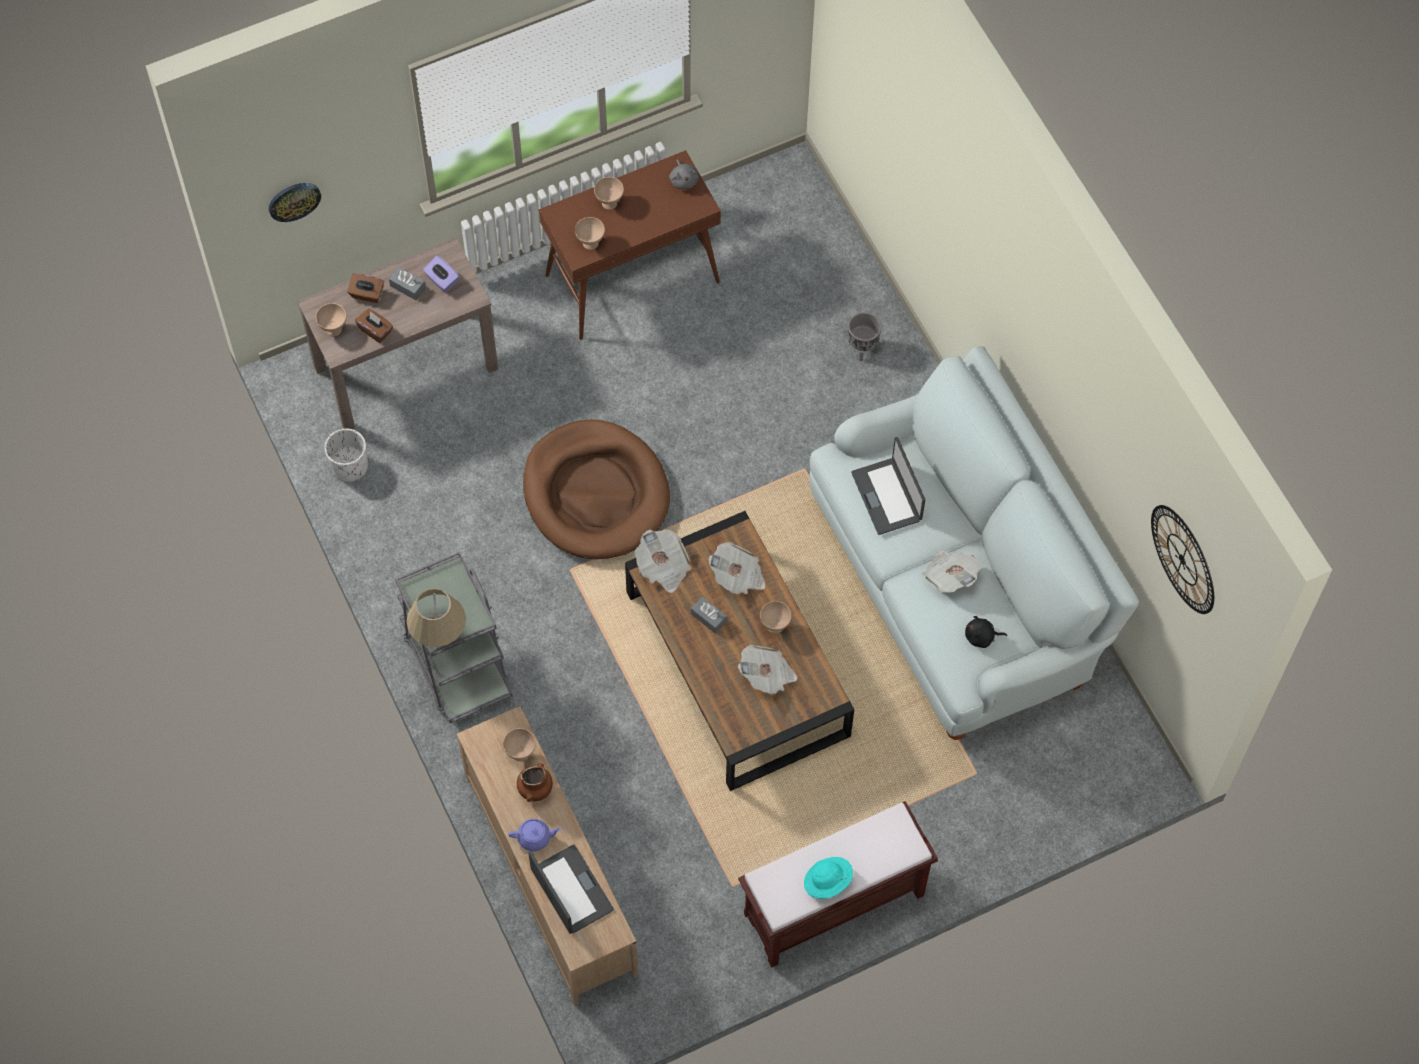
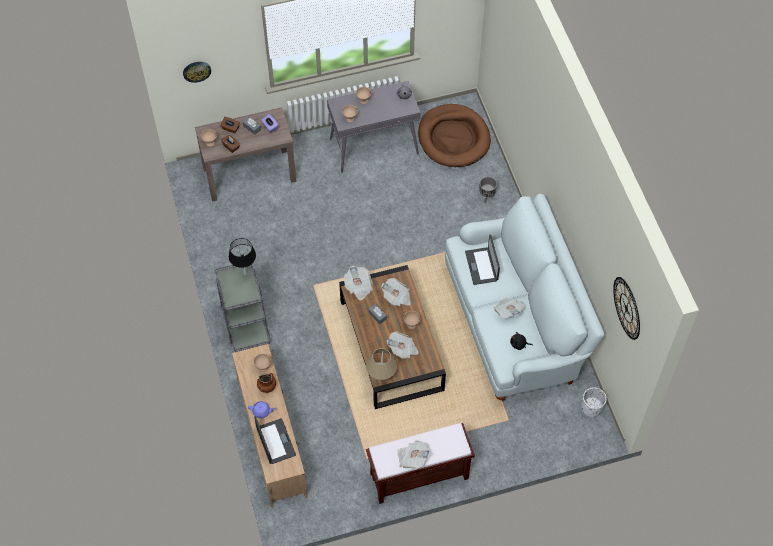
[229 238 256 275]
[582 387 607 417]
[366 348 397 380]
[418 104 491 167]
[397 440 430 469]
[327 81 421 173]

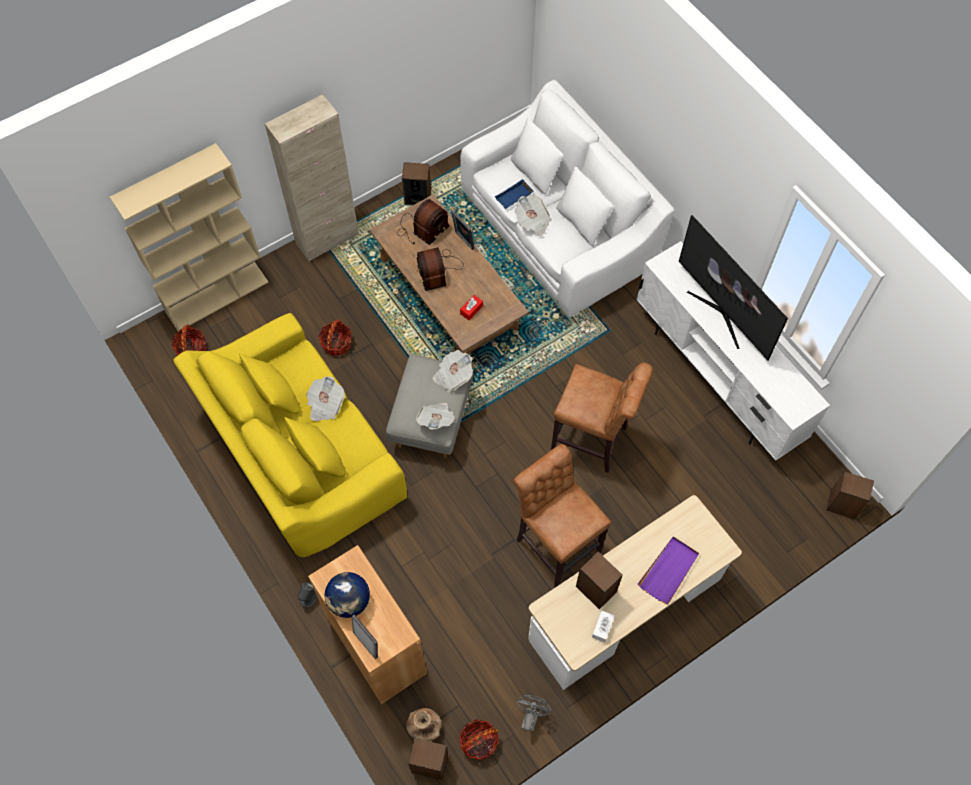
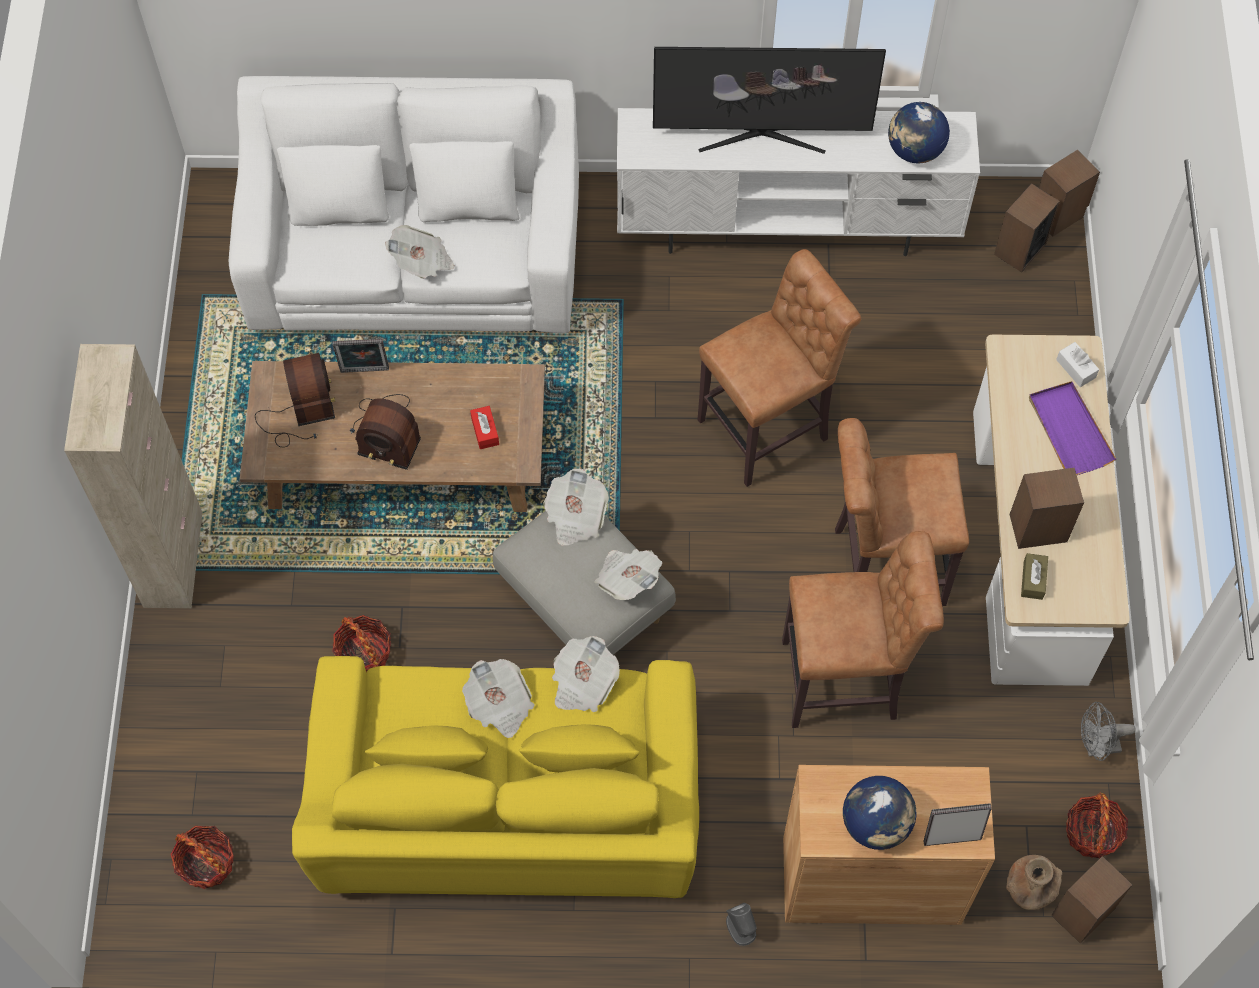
[110 143 269 332] (first image)
[495 179 534 209] (first image)
[552 636 620 712]
[782 531 944 728]
[888 102 950 163]
[1021 553 1048 600]
[994 183 1060 272]
[1056 342 1099 387]
[1081 702 1136 761]

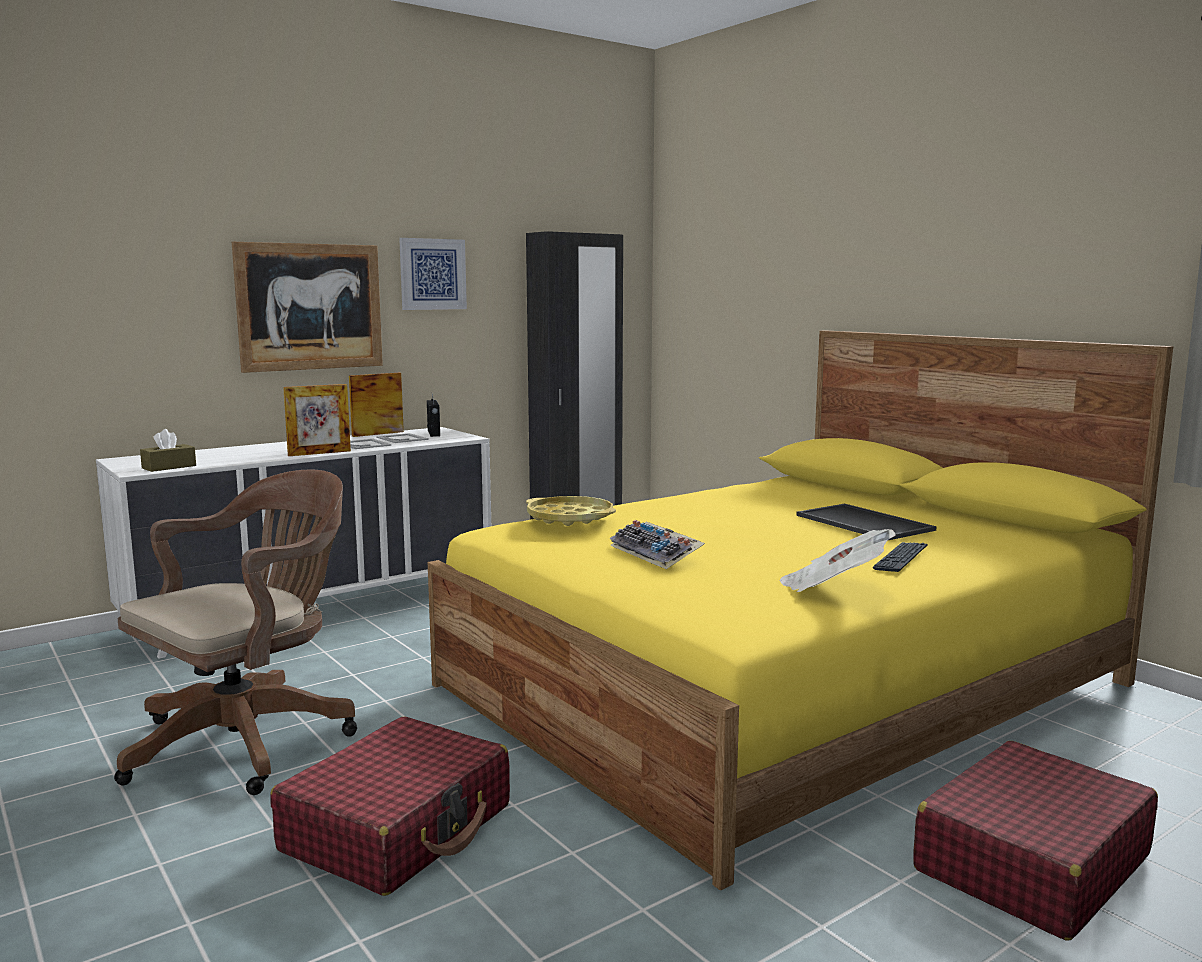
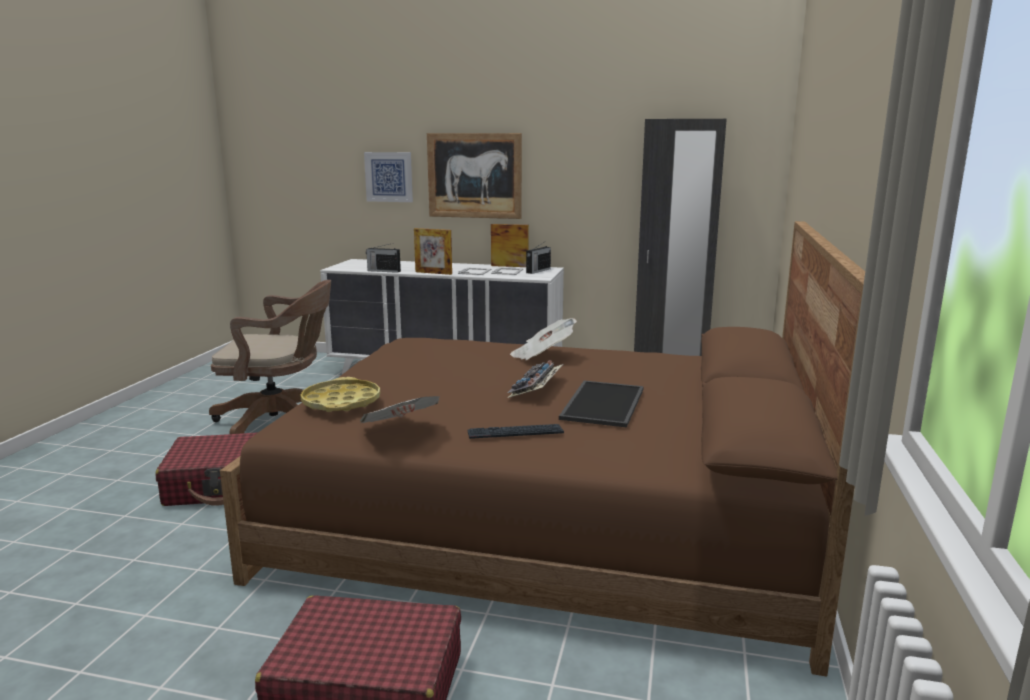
[140 429 196 472] (first image)
[366 243 401 273]
[510 318 577 360]
[364 152 413 202]
[300 377 380 412]
[508 360 563 398]
[220 221 865 676]

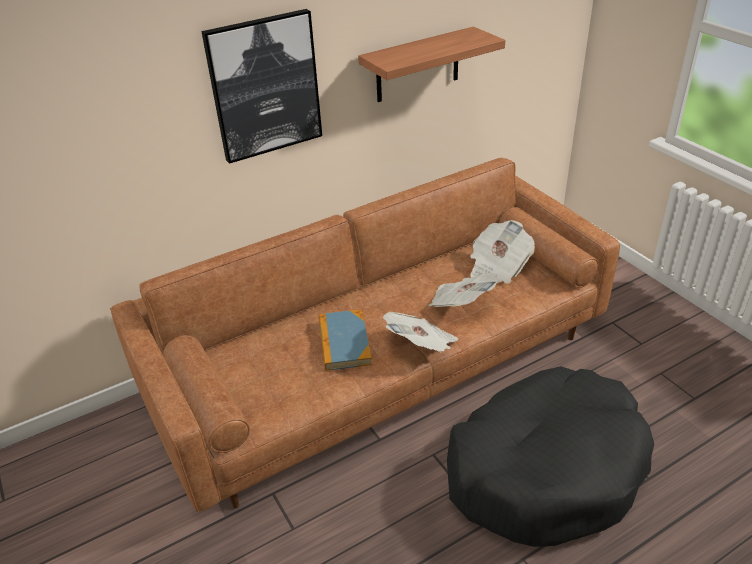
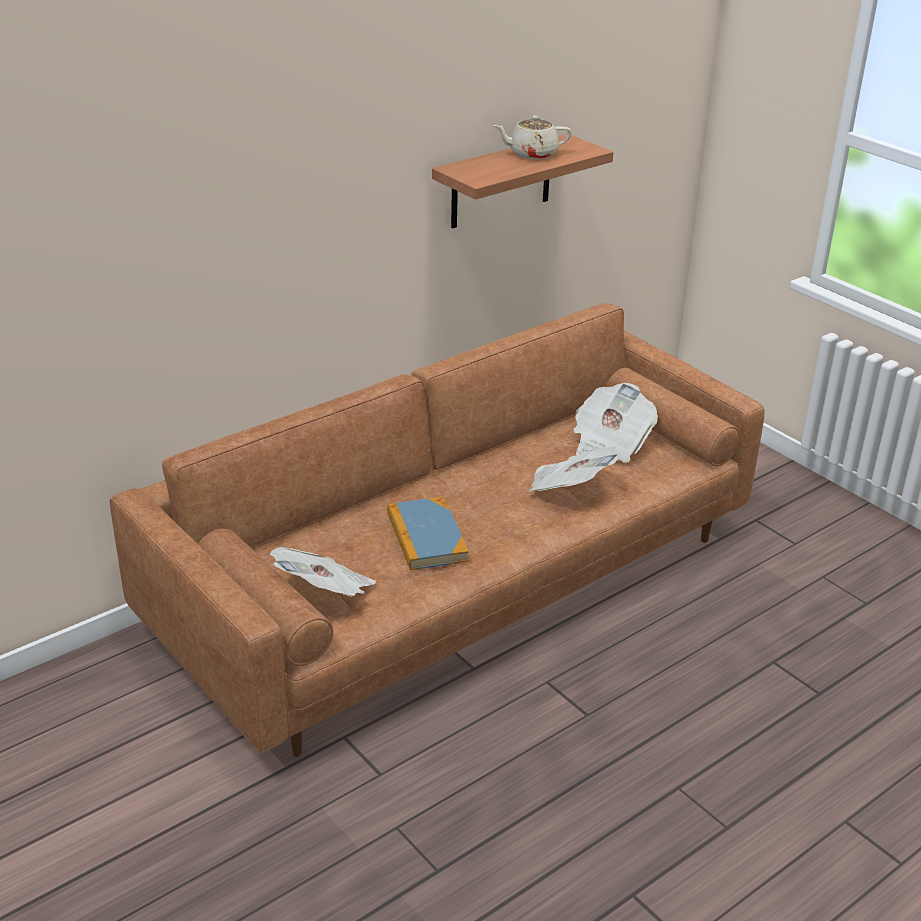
[201 9 322 164] (first image)
[447 366 654 547] (first image)
[493 116 571 159]
[270 547 376 597]

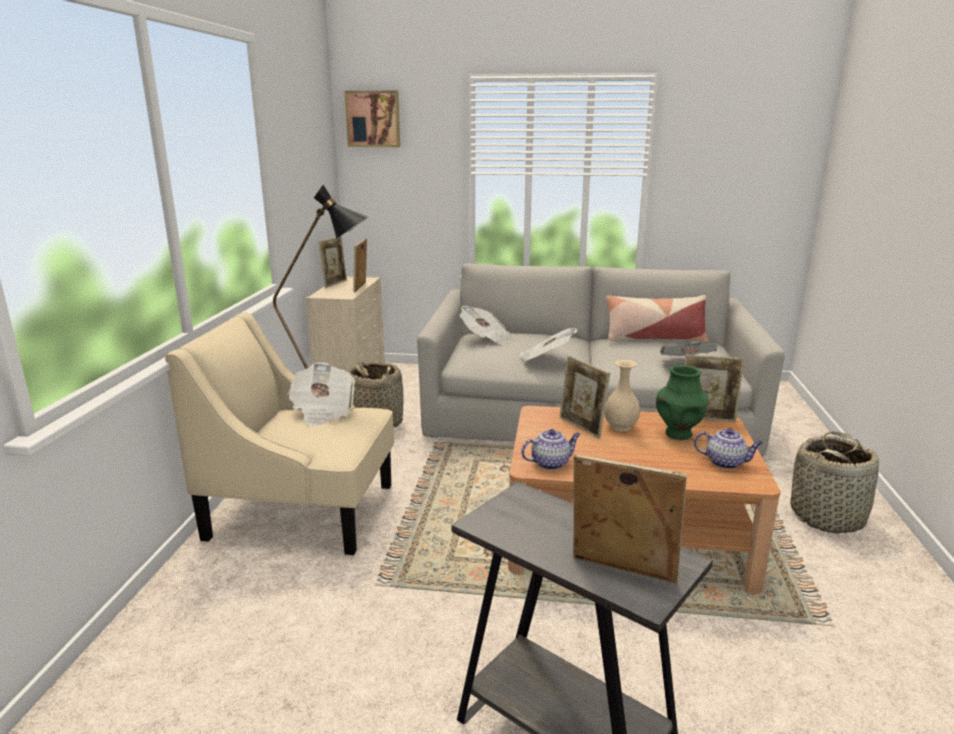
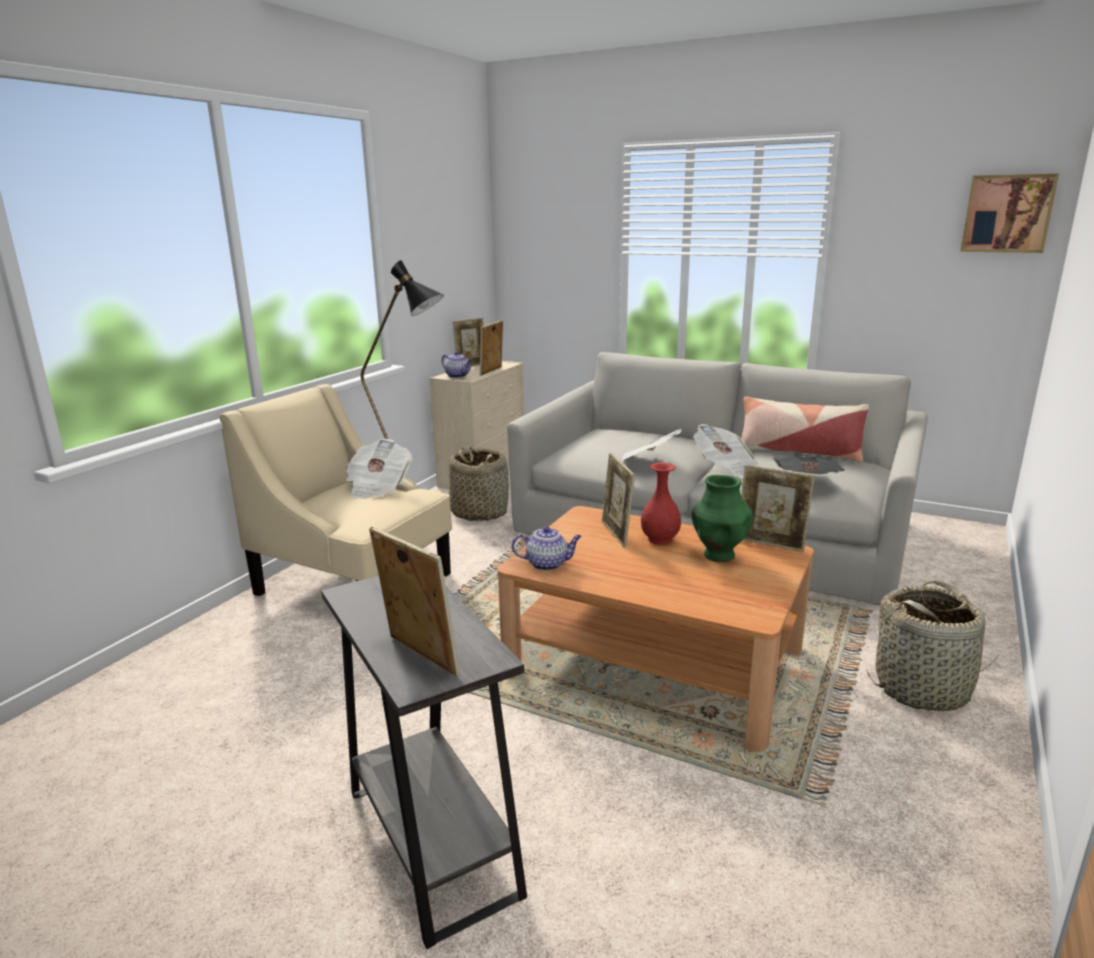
[960 174 1059 253]
[693 424 758 477]
[441 351 472 378]
[641 463 681 545]

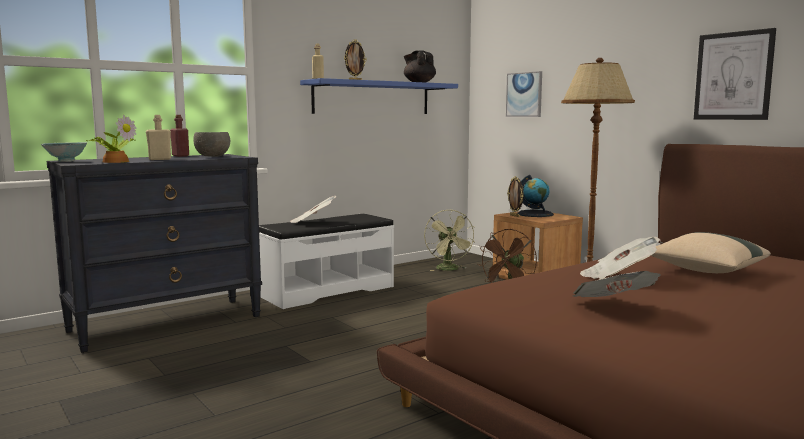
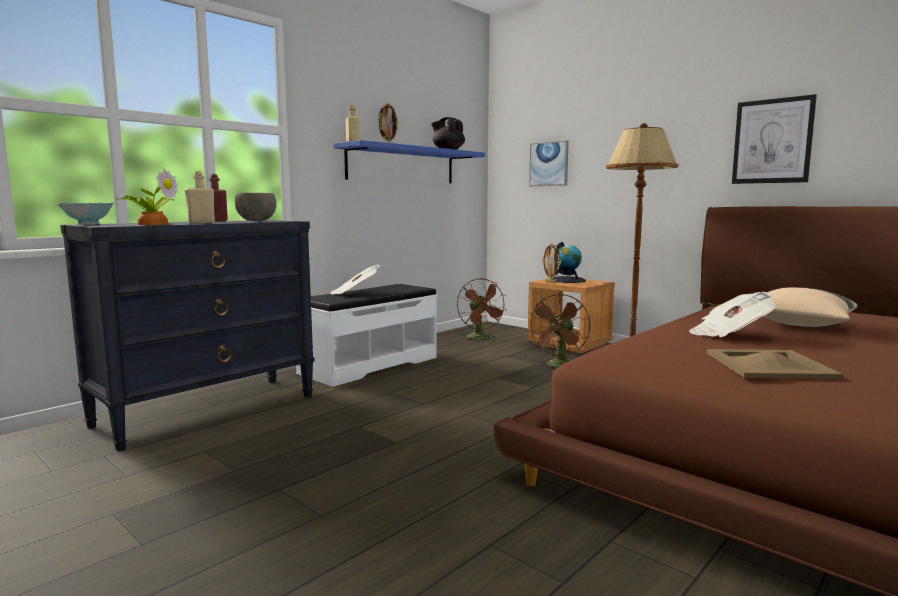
[707 349 843 379]
[457 278 507 341]

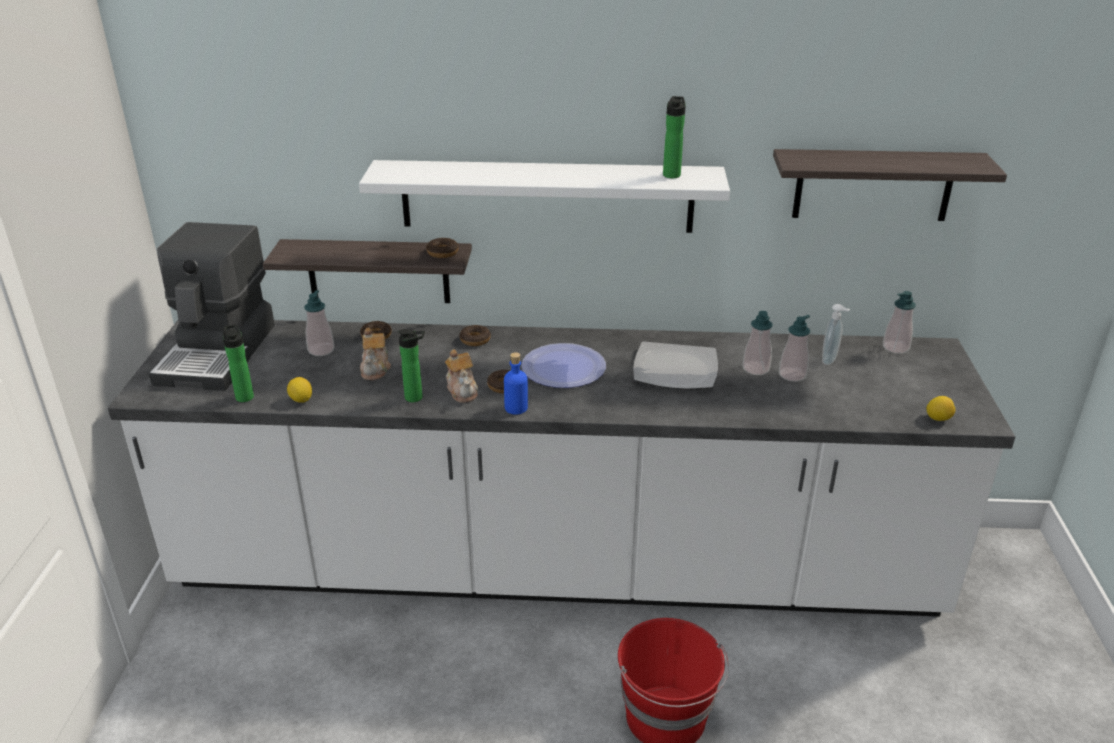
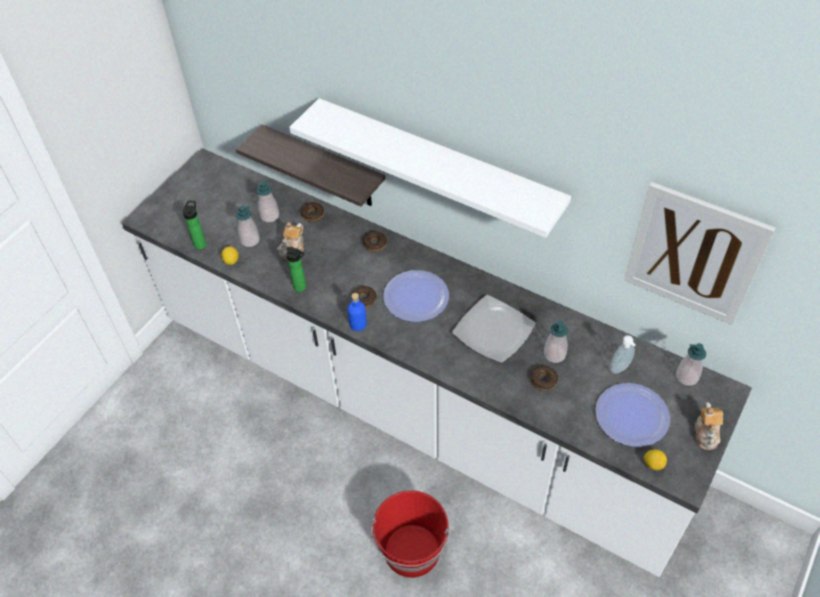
[149 222 275 391] (first image)
[663 96 686 178] (first image)
[595 383 670 447]
[530 366 558 390]
[695 402 723 450]
[236 206 260 247]
[624 182 776 325]

